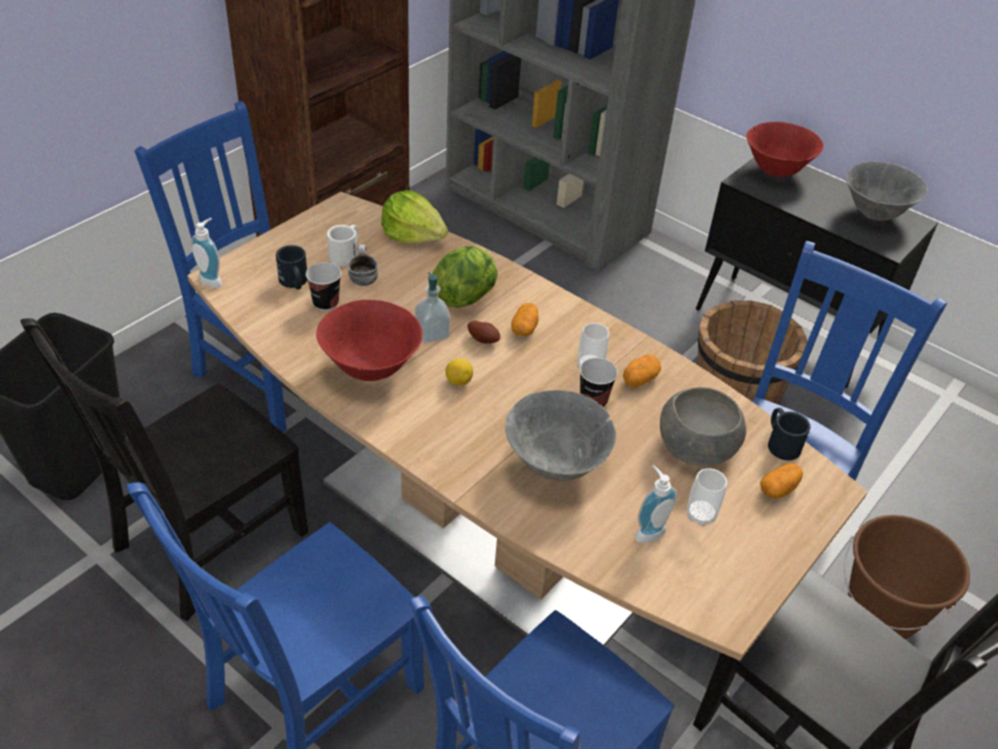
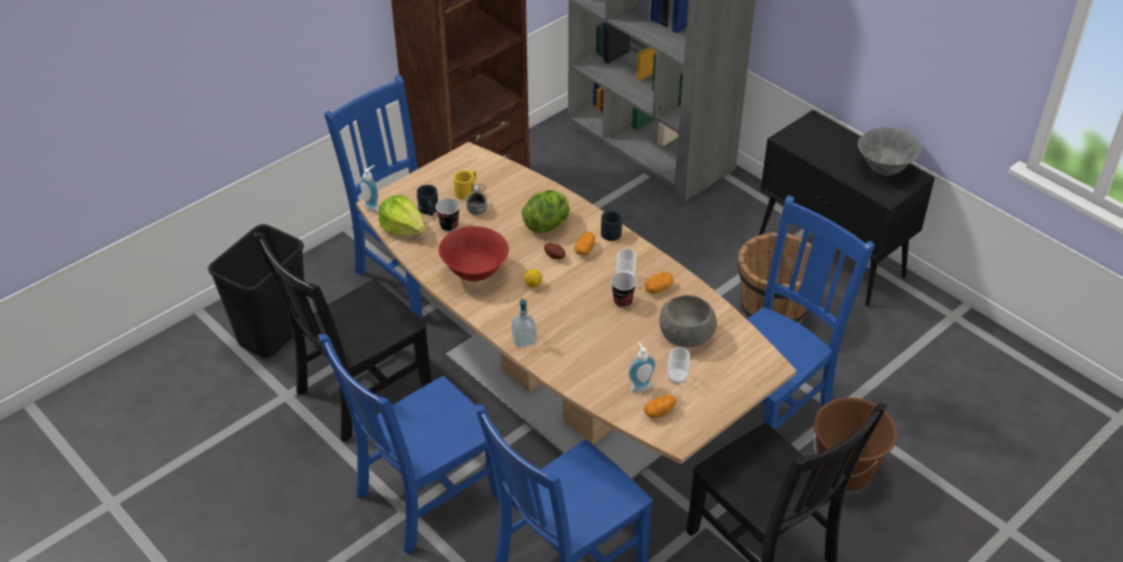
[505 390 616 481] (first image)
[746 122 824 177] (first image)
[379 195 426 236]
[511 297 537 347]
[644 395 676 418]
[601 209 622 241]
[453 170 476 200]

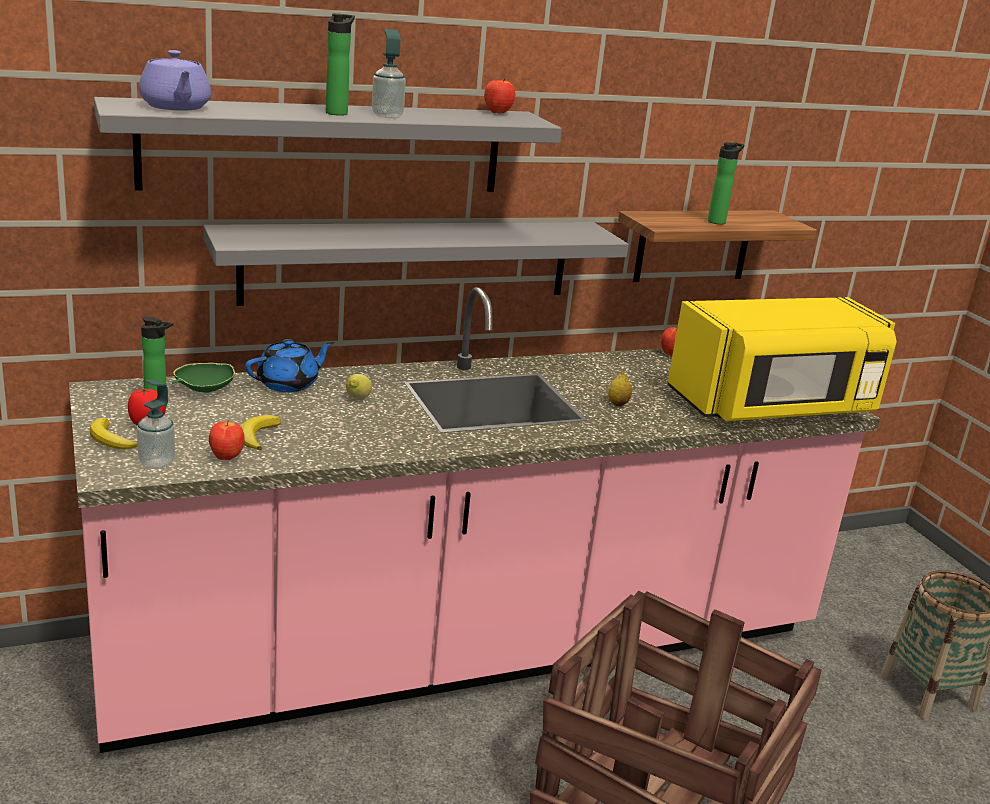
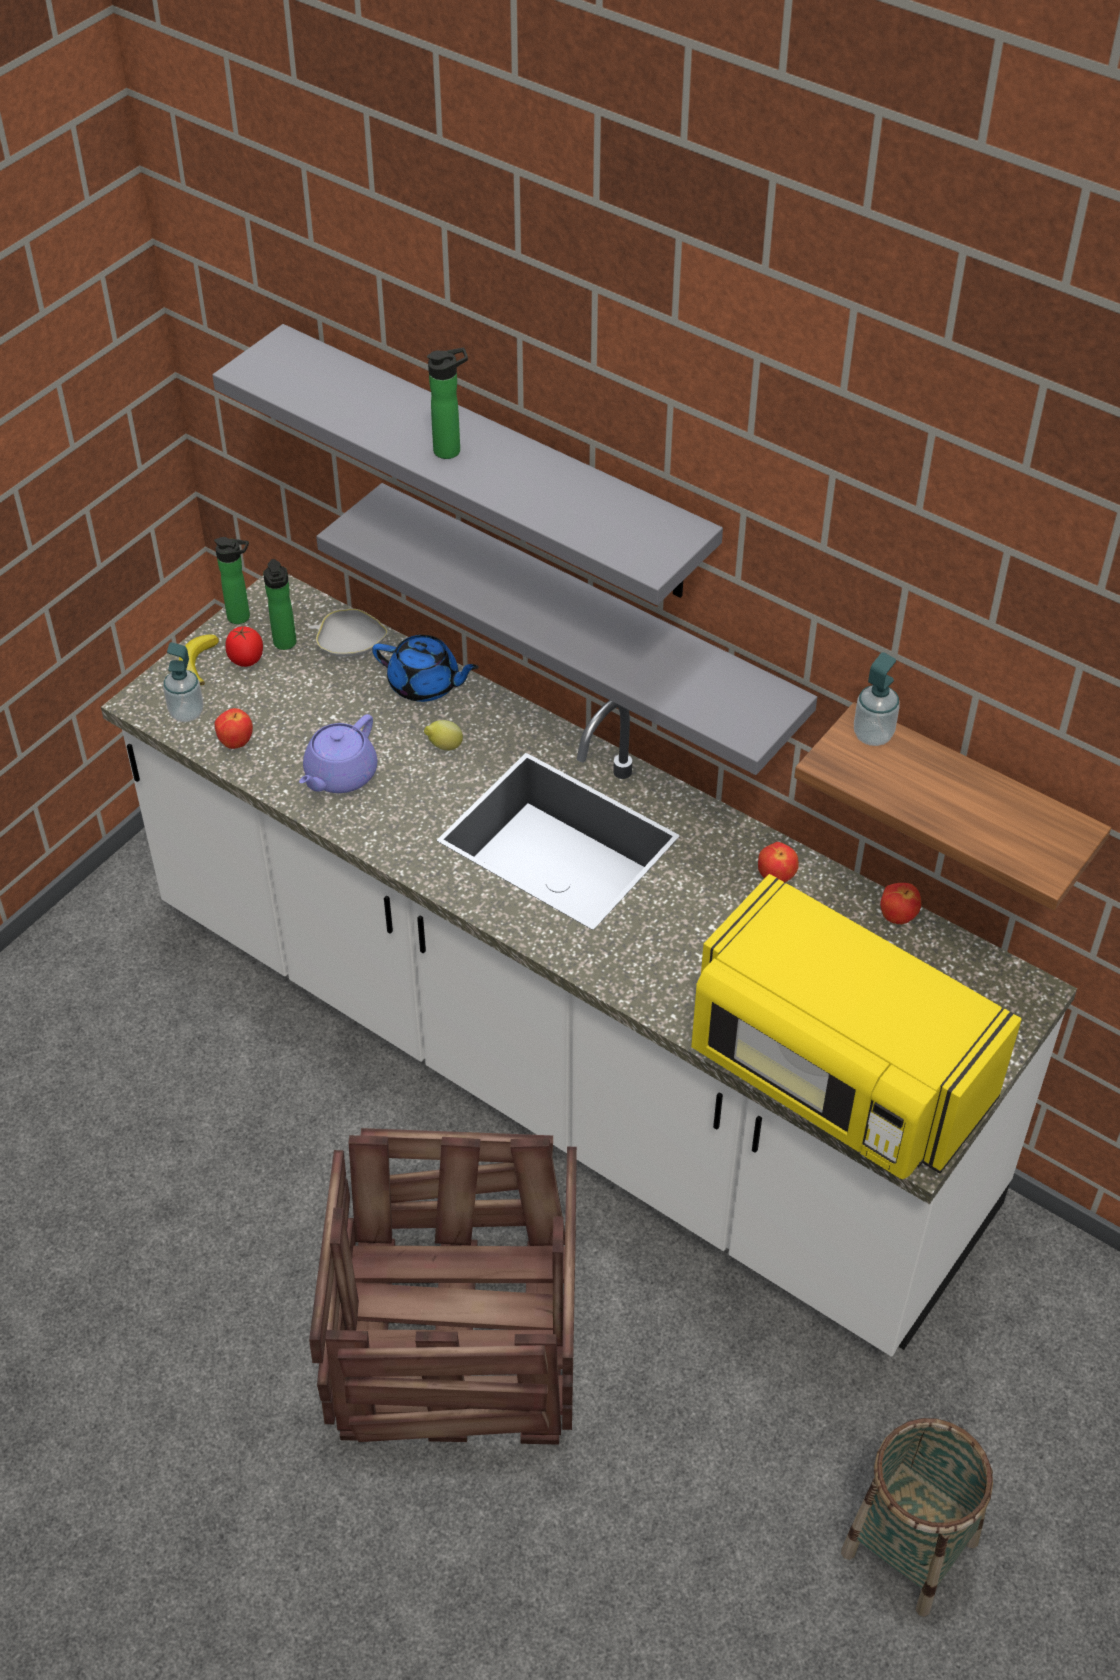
[241 415 281 450] (first image)
[608 373 632 407] (first image)
[299 714 378 793]
[854 652 900 746]
[758 842 799 883]
[214 537 250 624]
[101 574 1077 1357]
[308 609 388 657]

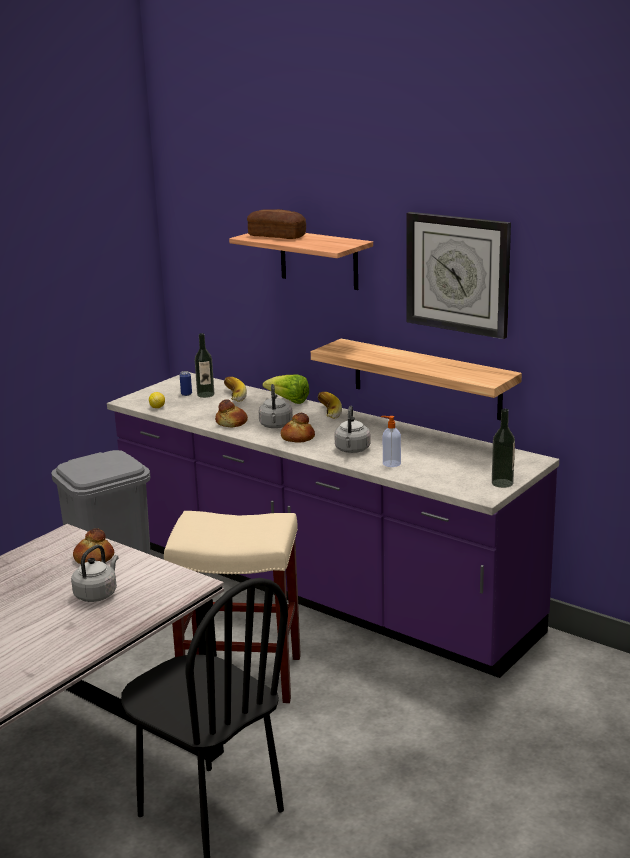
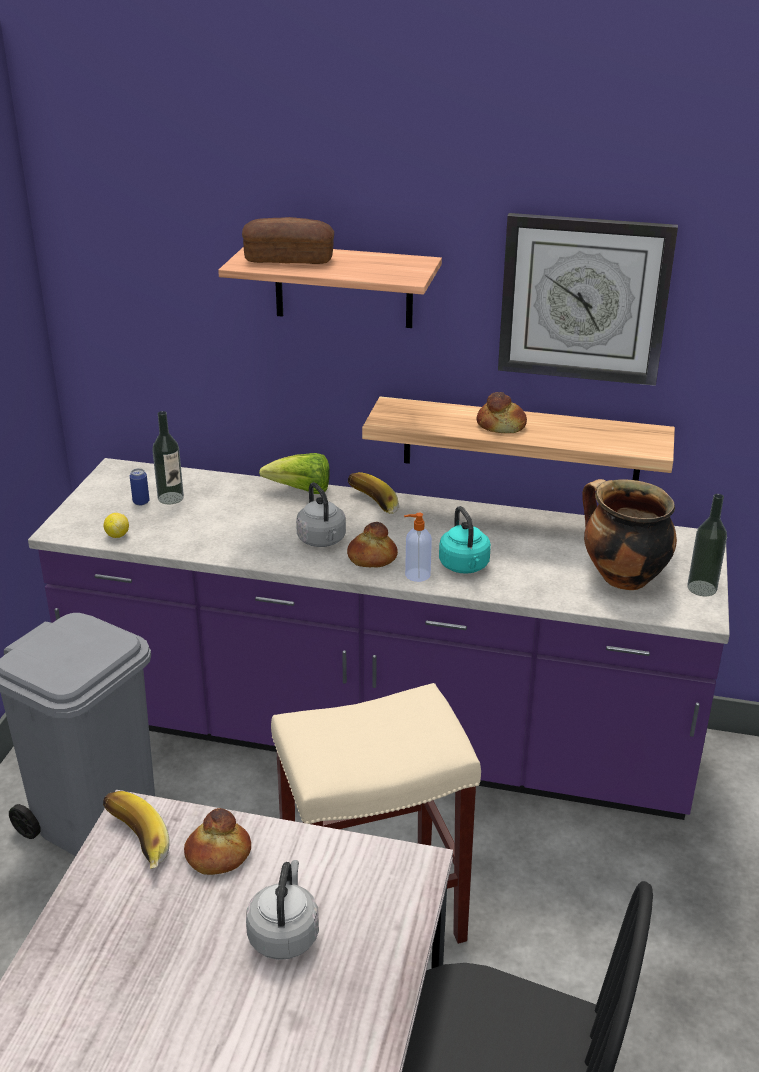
[582 479 677 590]
[476 392 527 433]
[103 791 169 869]
[404 513 432 582]
[439 506 491 574]

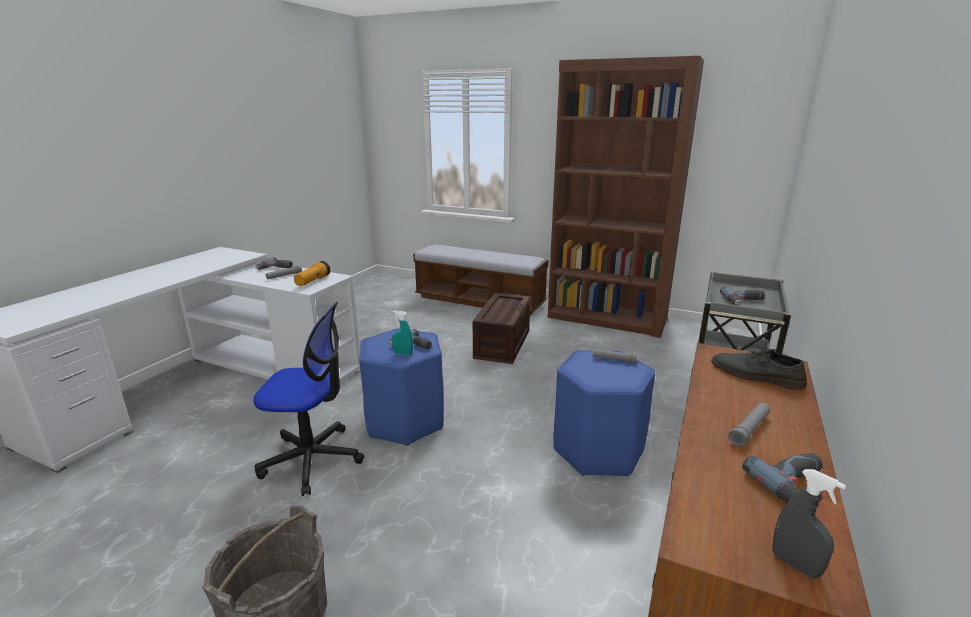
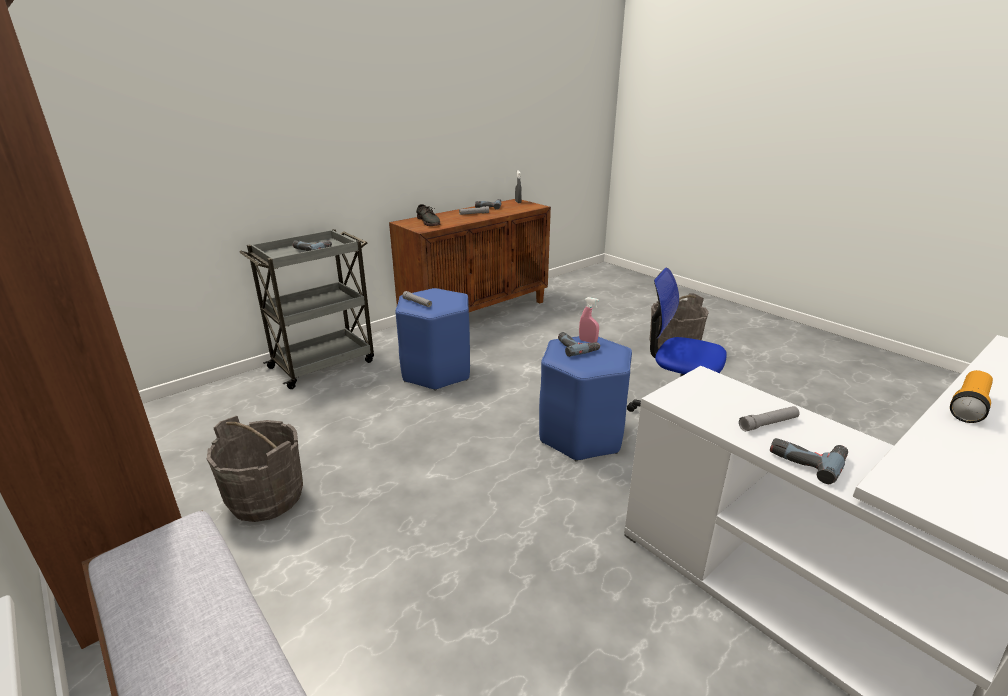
[473 293 530 364] (first image)
[207 416 303 522]
[950 370 993 423]
[579 297 599 343]

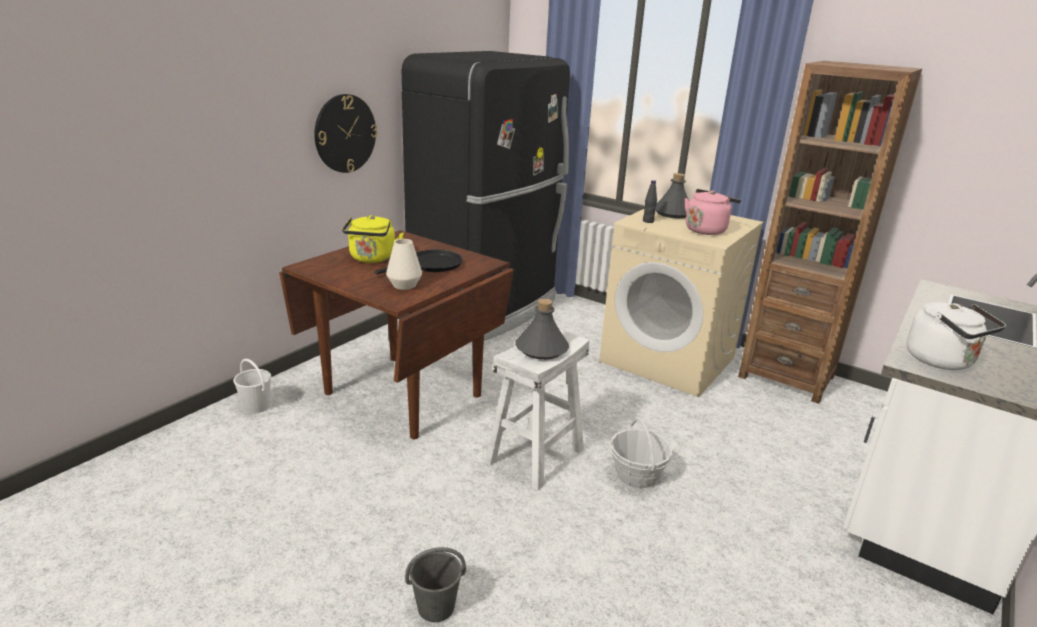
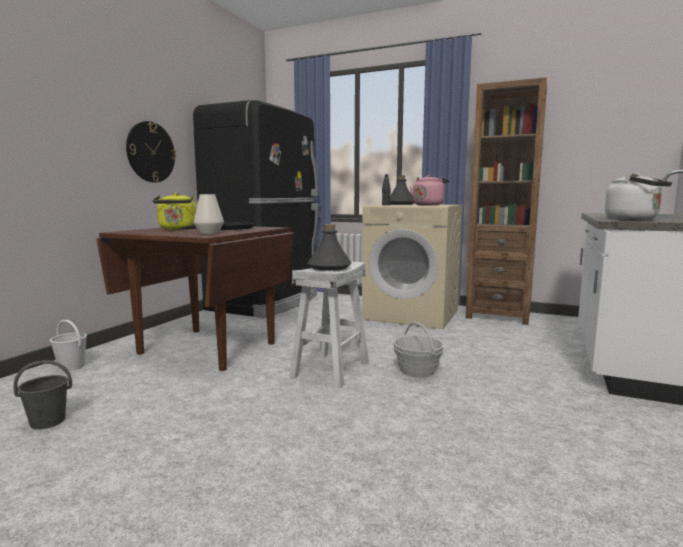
[14 360 72 429]

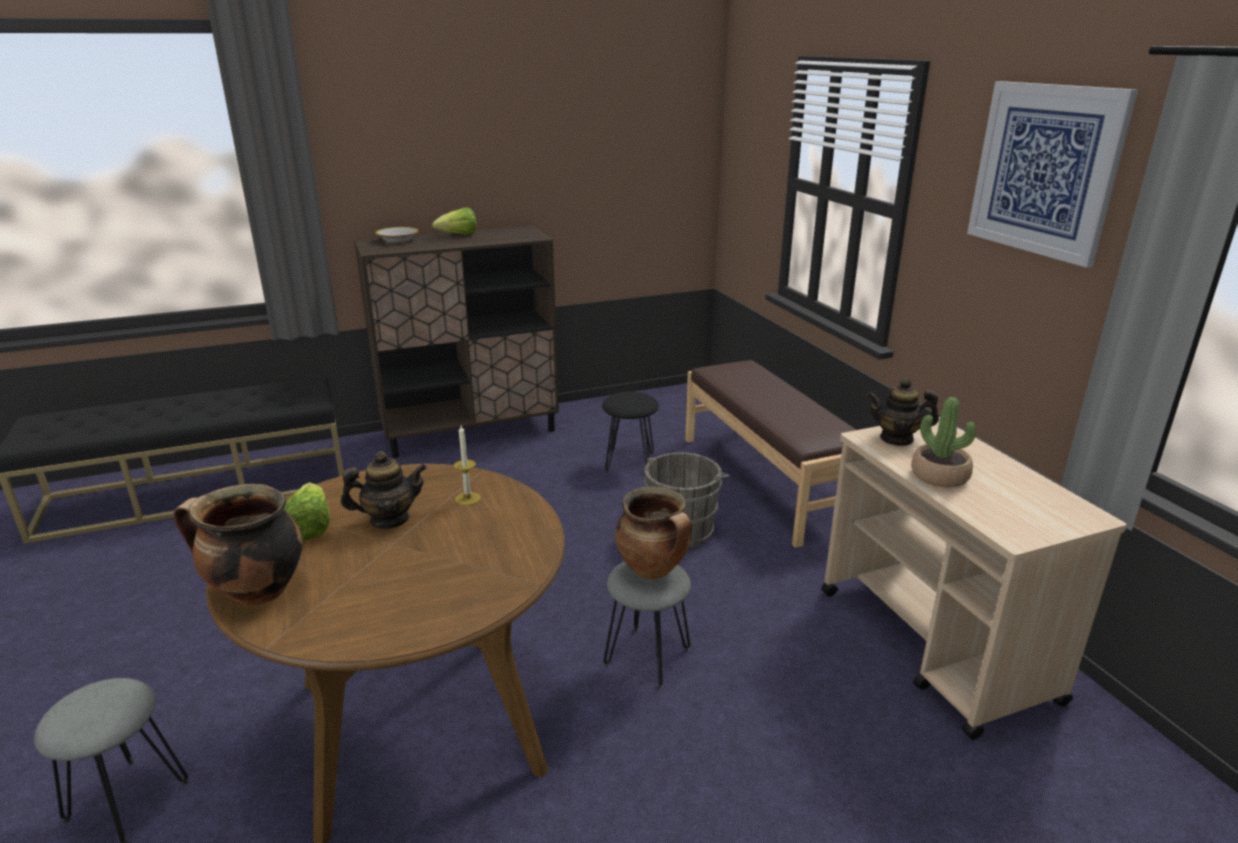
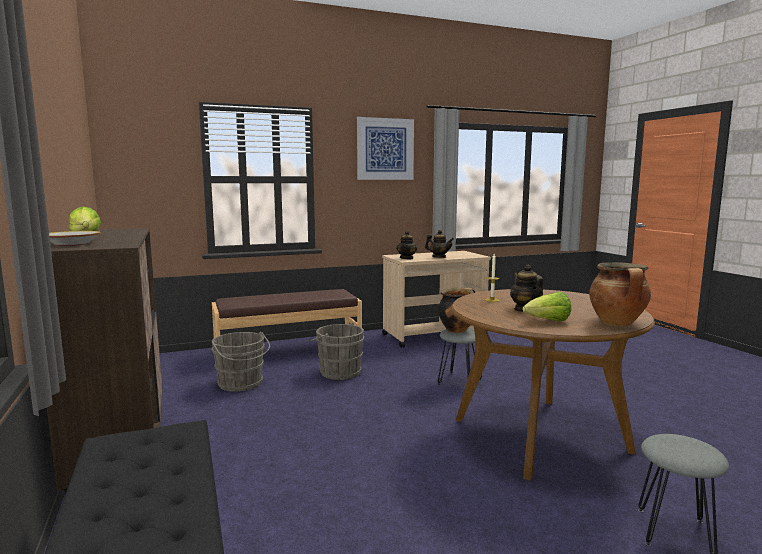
[211 332 270 392]
[425 230 454 258]

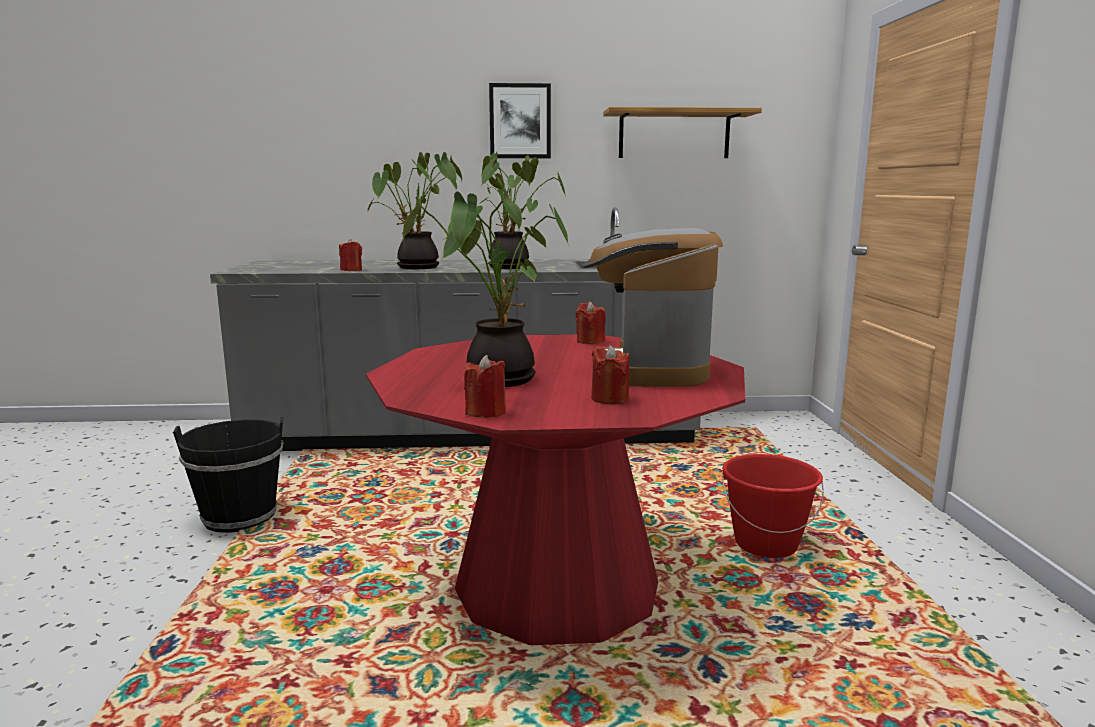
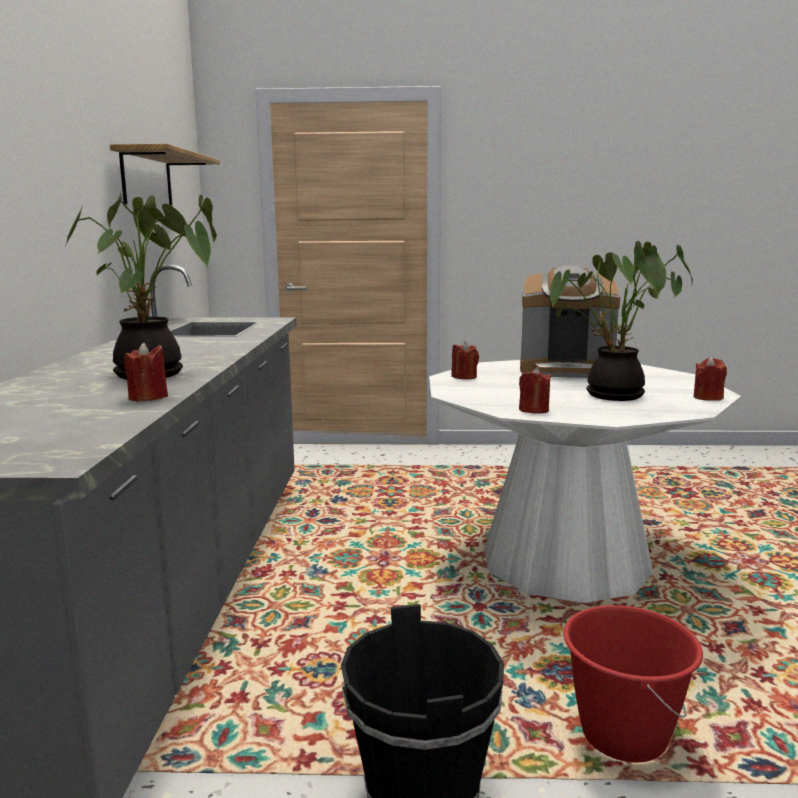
[478 152 566 269] (first image)
[489 83 551 158] (first image)
[519 367 551 414]
[563 605 703 763]
[429 360 741 603]

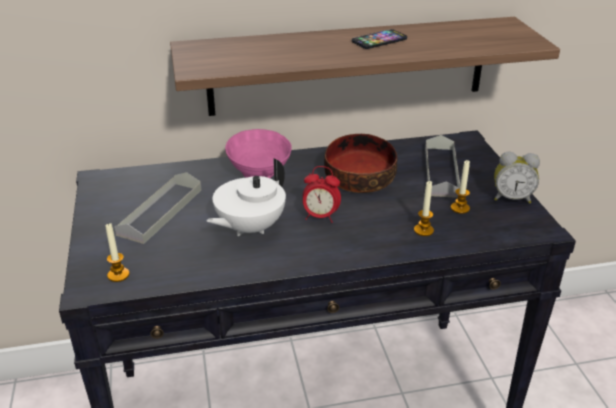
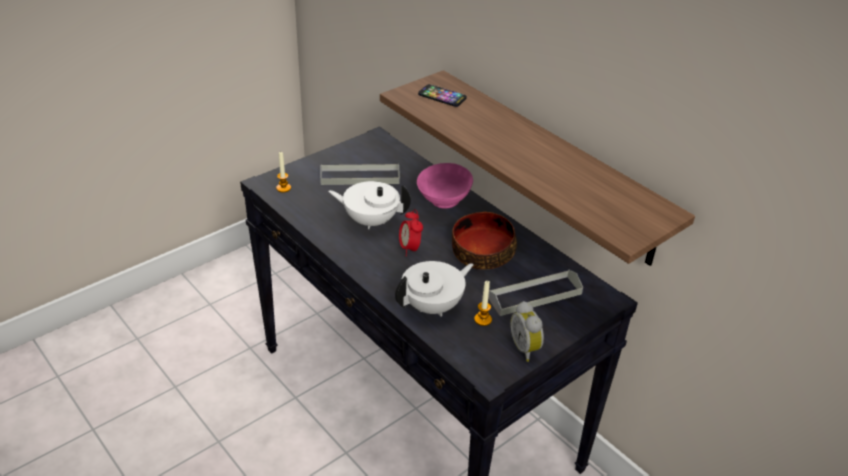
[418 84 467 107]
[395 261 474 316]

